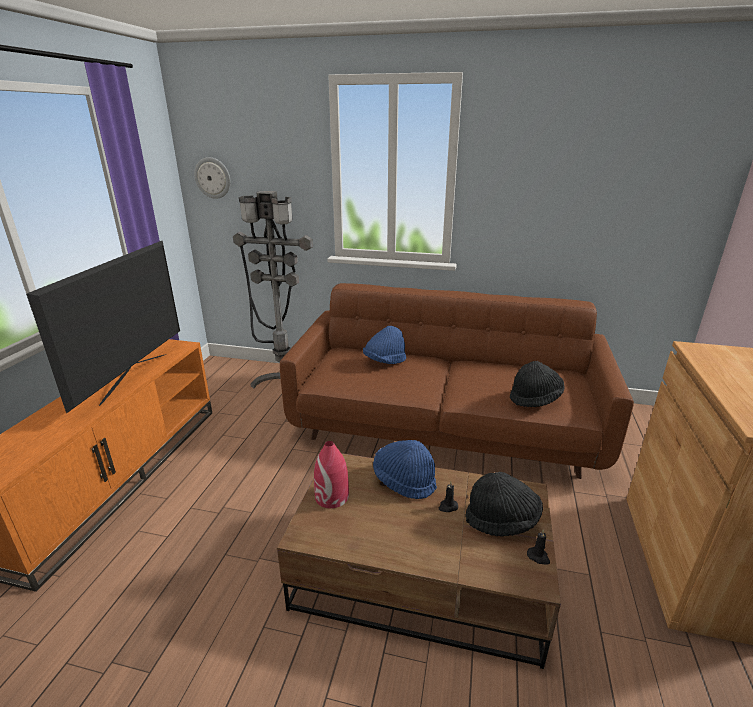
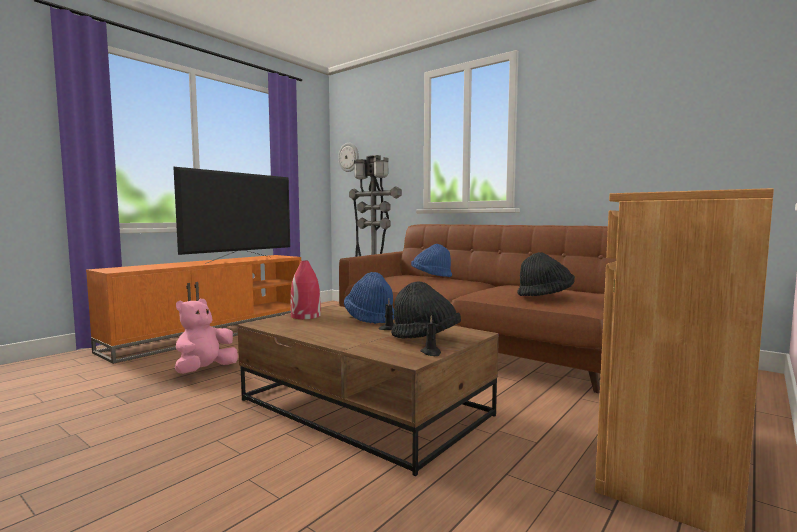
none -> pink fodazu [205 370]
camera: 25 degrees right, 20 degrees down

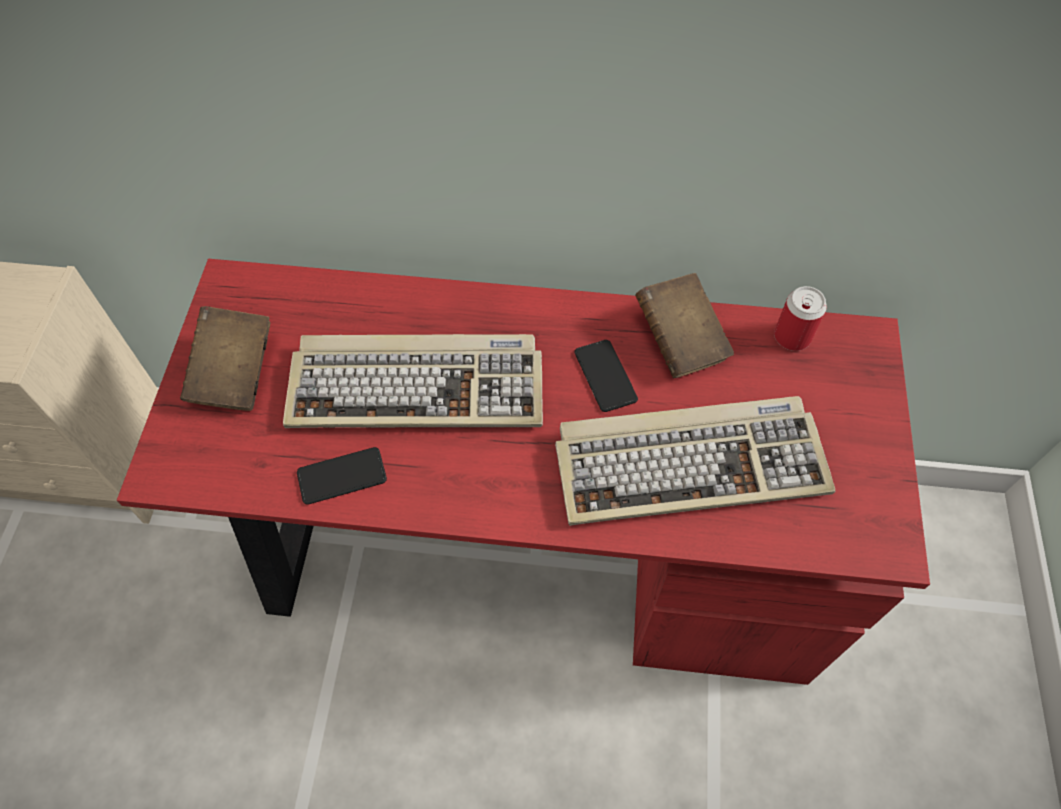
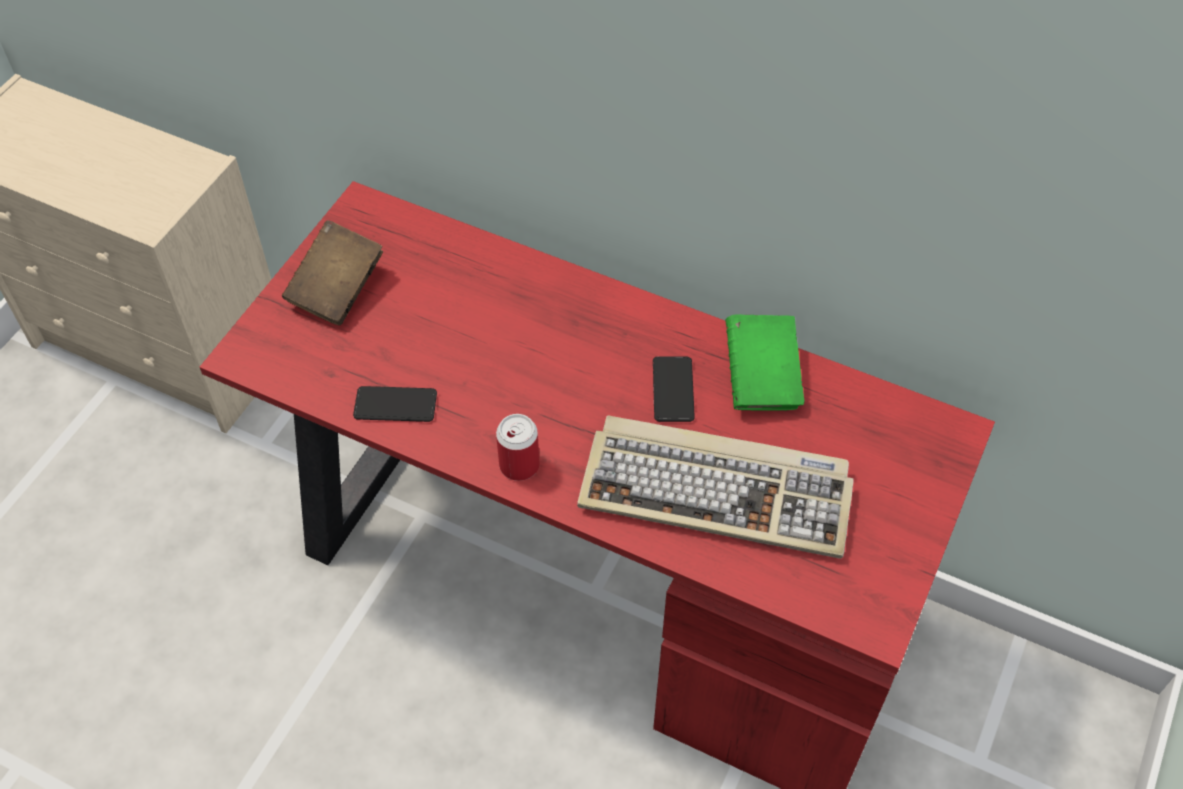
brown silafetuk [680 340] -> green silafetuk [761 378]
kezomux [792 336] -> kezomux [519 465], move
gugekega [419 386] -> none
camera: 20 degrees right, 5 degrees down

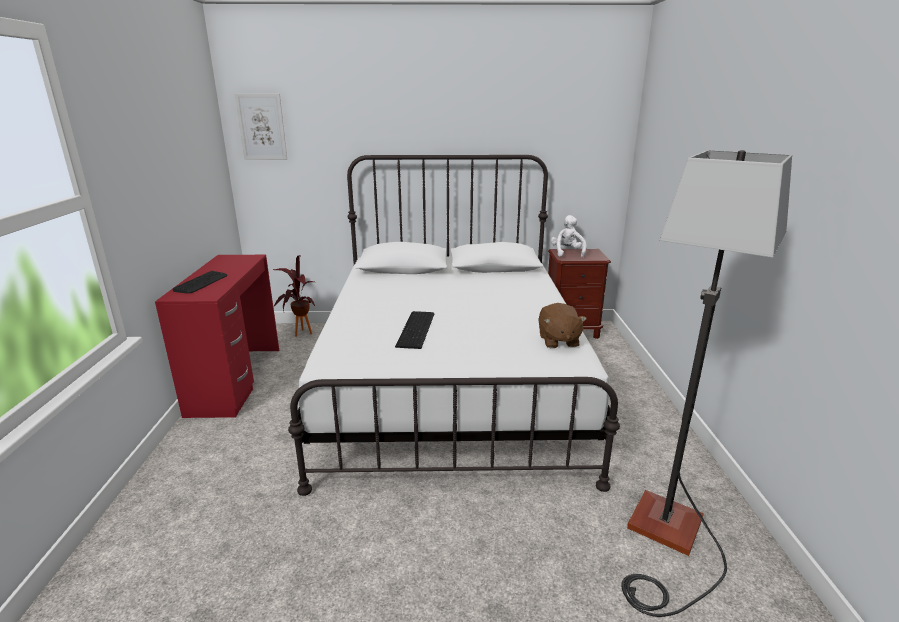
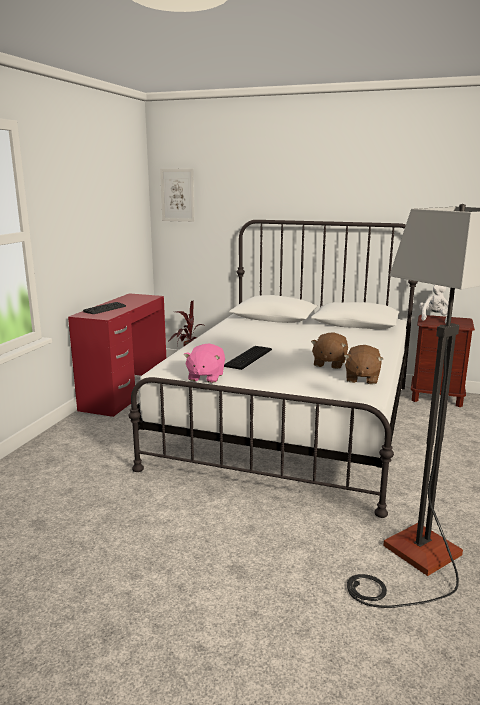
none -> brown fodazu [329 363]
none -> pink fodazu [205 377]
camera: 20 degrees right, 5 degrees down

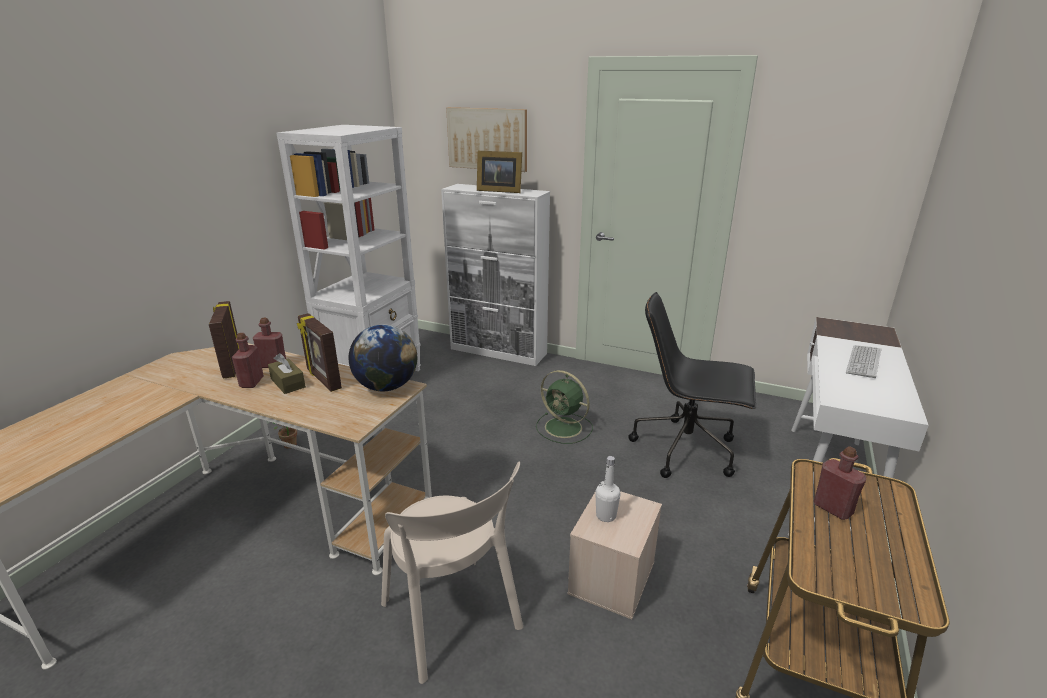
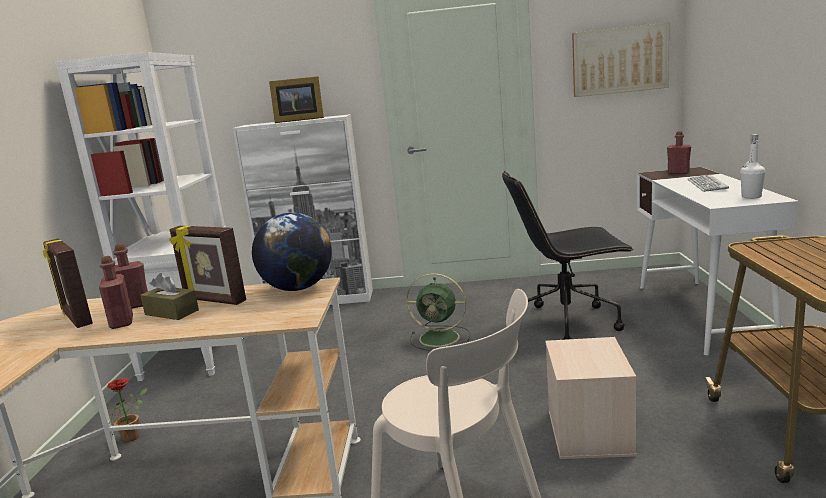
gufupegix [487 139] -> gufupegix [619 60], move
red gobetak [832 508] -> red gobetak [678 173], move
white gobetak [606 515] -> white gobetak [751 197], move
camera: 20 degrees left, 10 degrees down

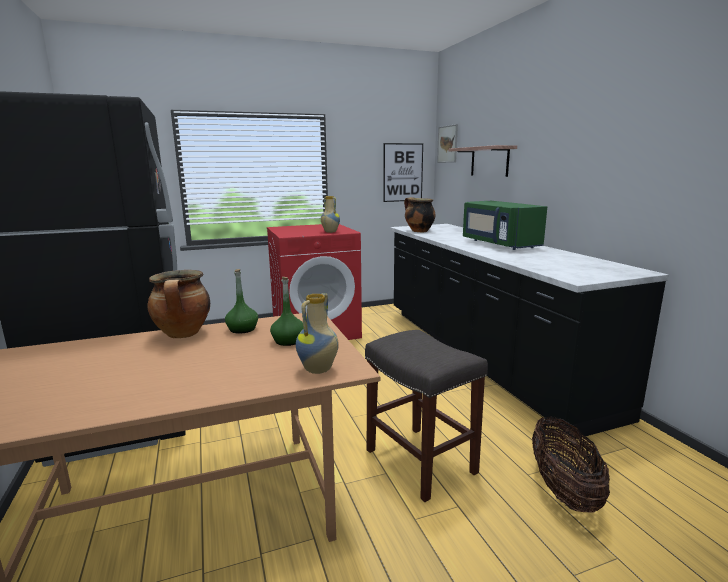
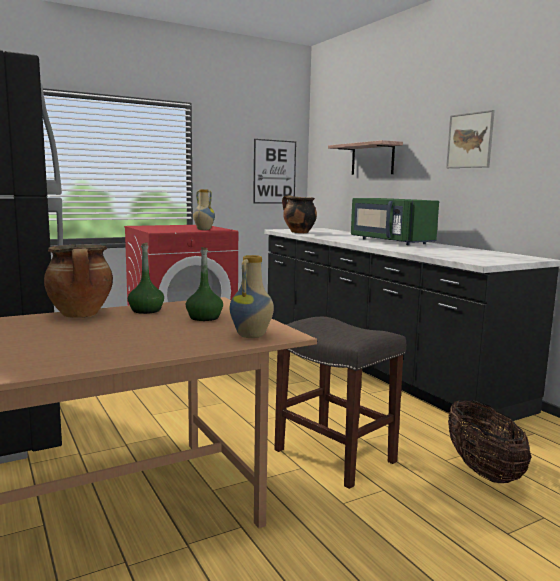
gufupegix [447 144] -> gufupegix [470 140], move
camera: 10 degrees left, 5 degrees down

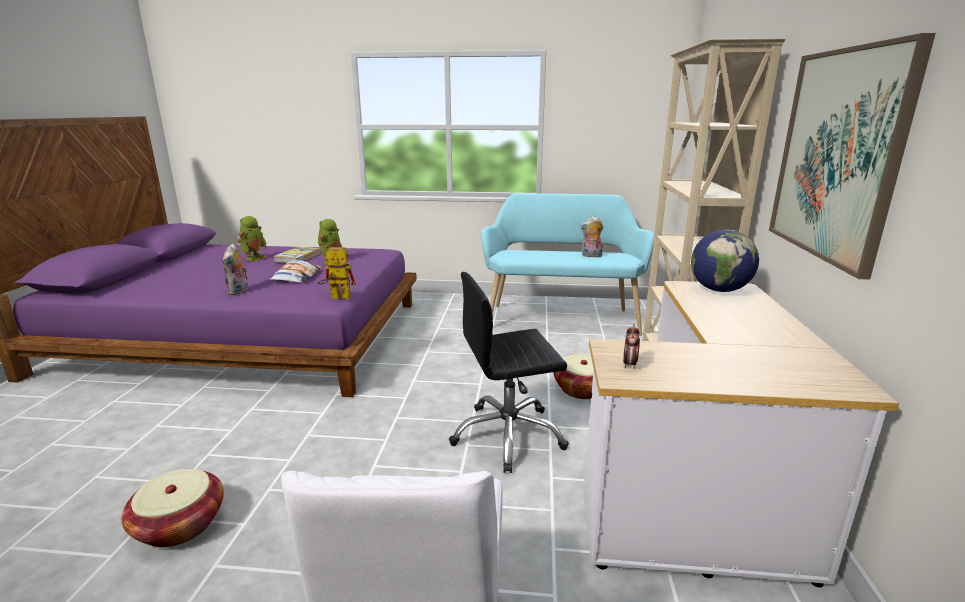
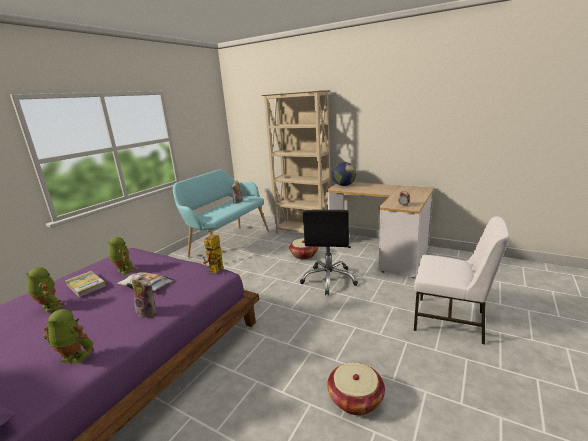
gufupegix [837 155] -> none
none -> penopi [74 358]
camera: 65 degrees left, 0 degrees up

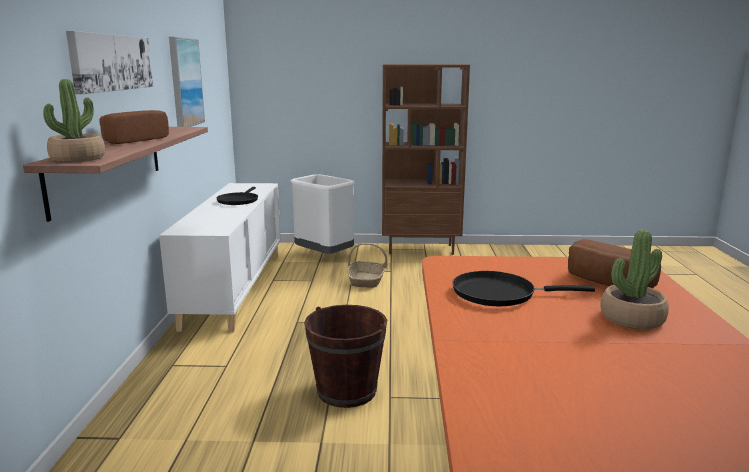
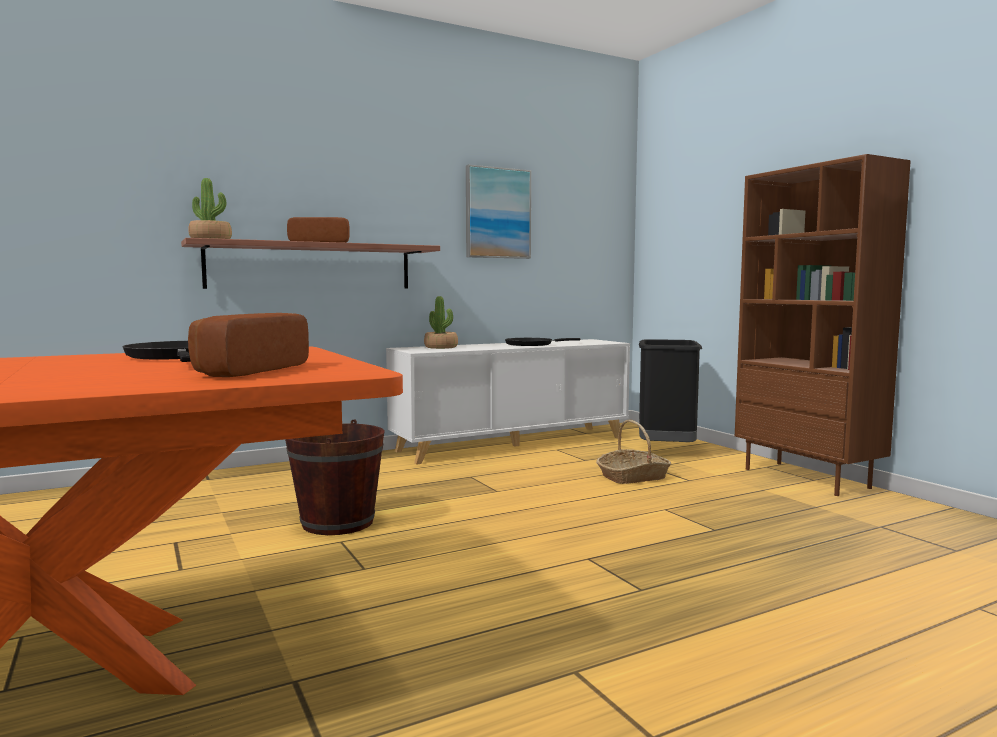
gufupegix [112 62] -> none
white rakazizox [324 256] -> black rakazizox [666 450]
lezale [632 318] -> lezale [441 347], move
camera: 60 degrees right, 10 degrees down

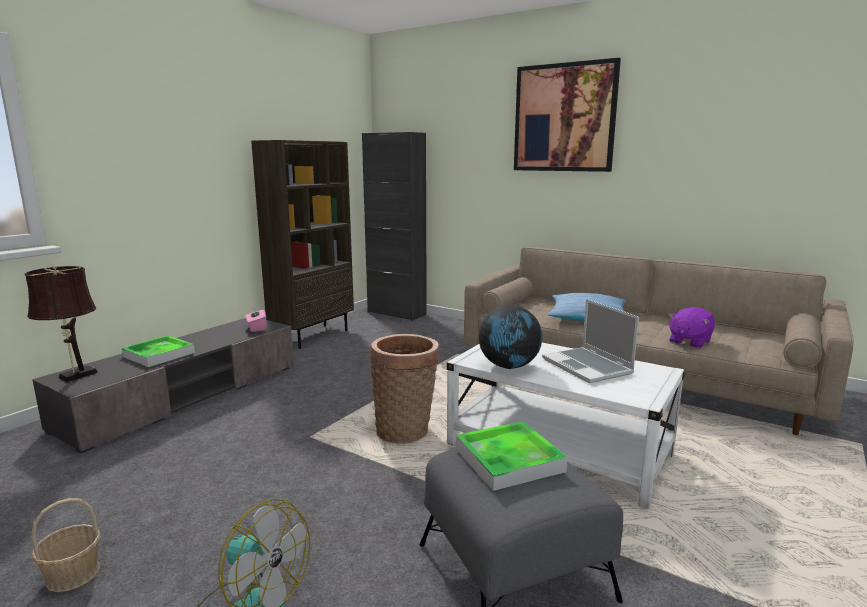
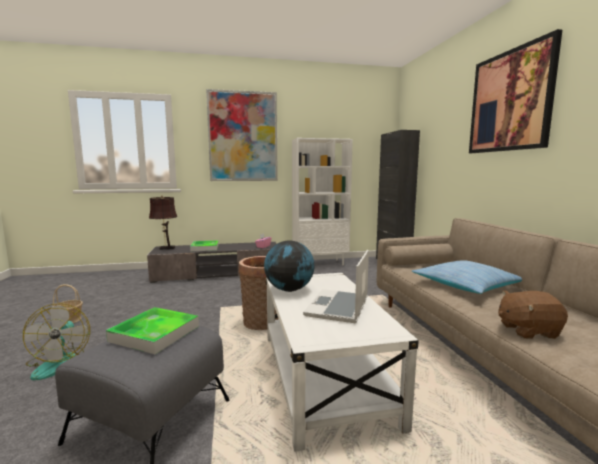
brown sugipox [313 336] -> white sugipox [320 263]
purple fodazu [689 342] -> brown fodazu [527 330]
none -> gufupegix [243 137]
camera: 45 degrees right, 5 degrees down

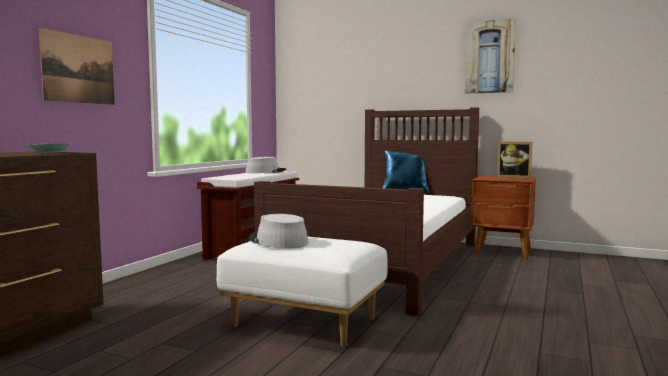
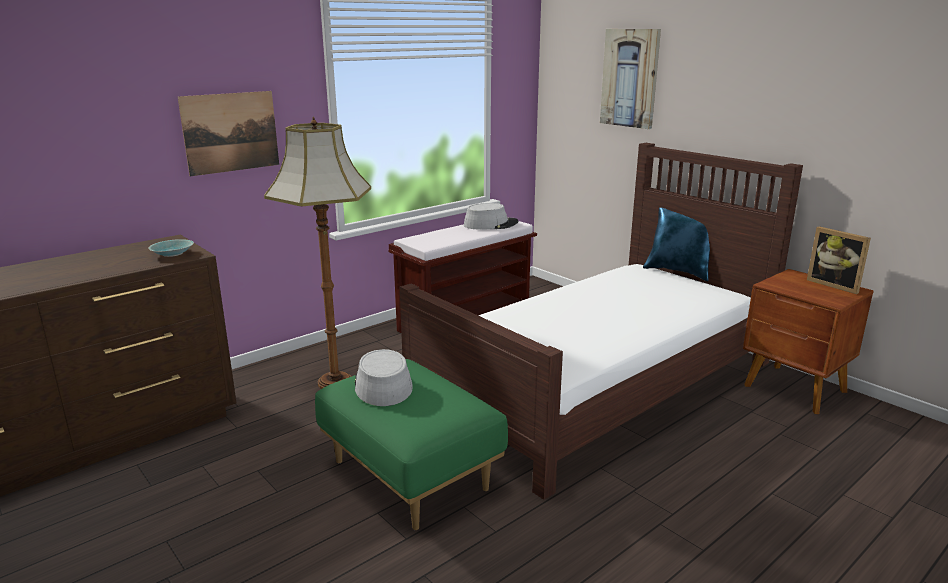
gufupegix [490 57] -> gufupegix [630 78], move
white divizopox [306 322] -> green divizopox [412 475]
none -> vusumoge [334 381]
camera: 25 degrees right, 15 degrees up

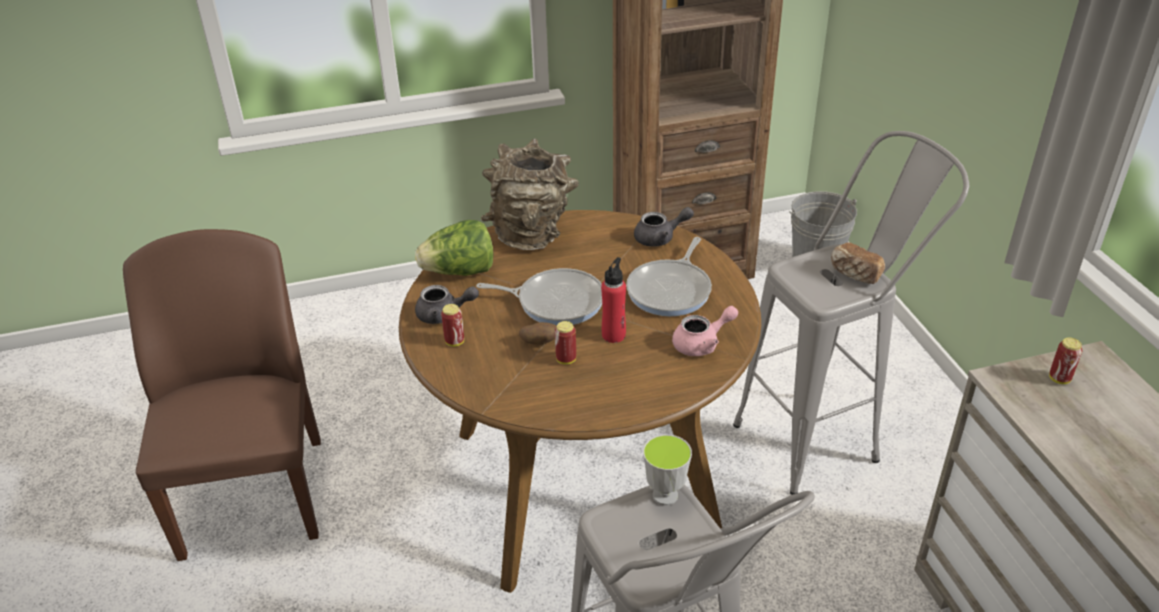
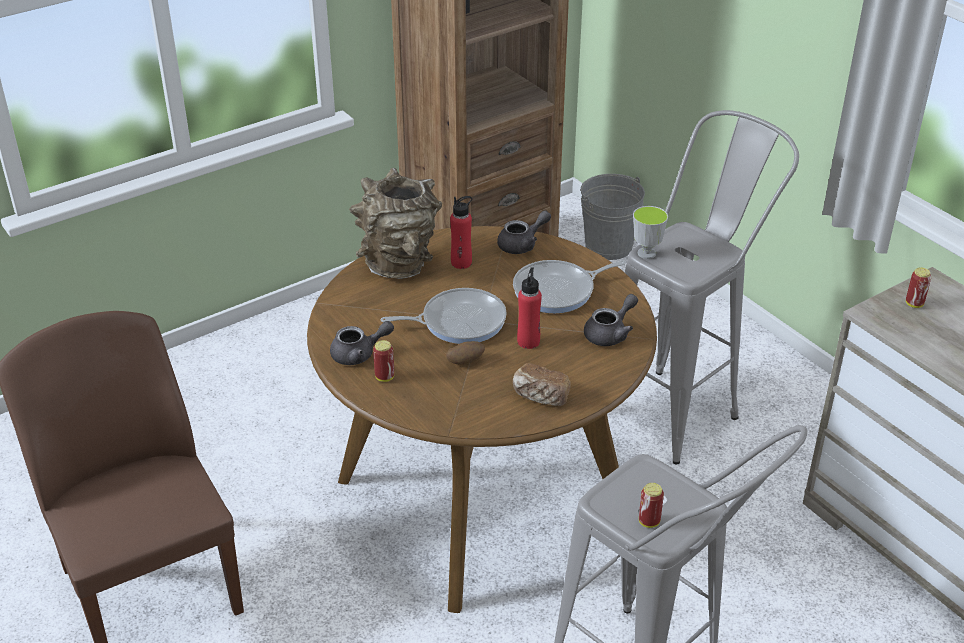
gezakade [460 272] -> none
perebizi [671 290] -> perebizi [558 291], 60 degrees clockwise
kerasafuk [855 274] -> kerasafuk [540 397], move
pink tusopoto [702 344] -> grey tusopoto [610 333]
kezomux [566 360] -> kezomux [649 522], move
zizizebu [665 495] -> zizizebu [646 253], move
none -> red gobetak [461 263]
camera: 20 degrees left, 0 degrees up

